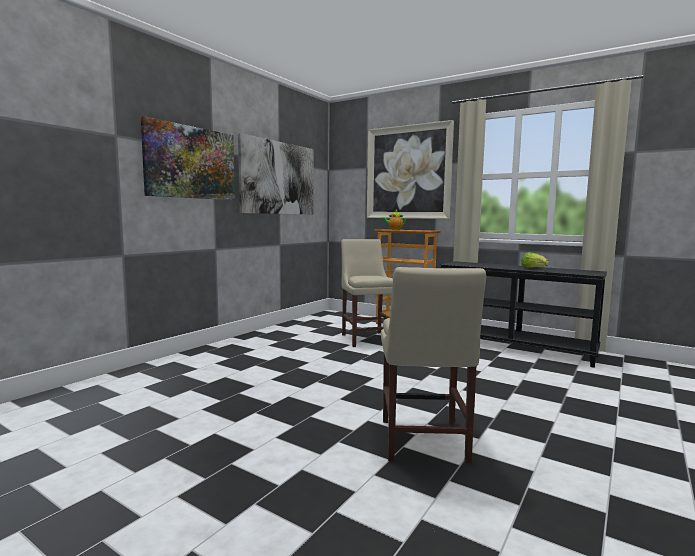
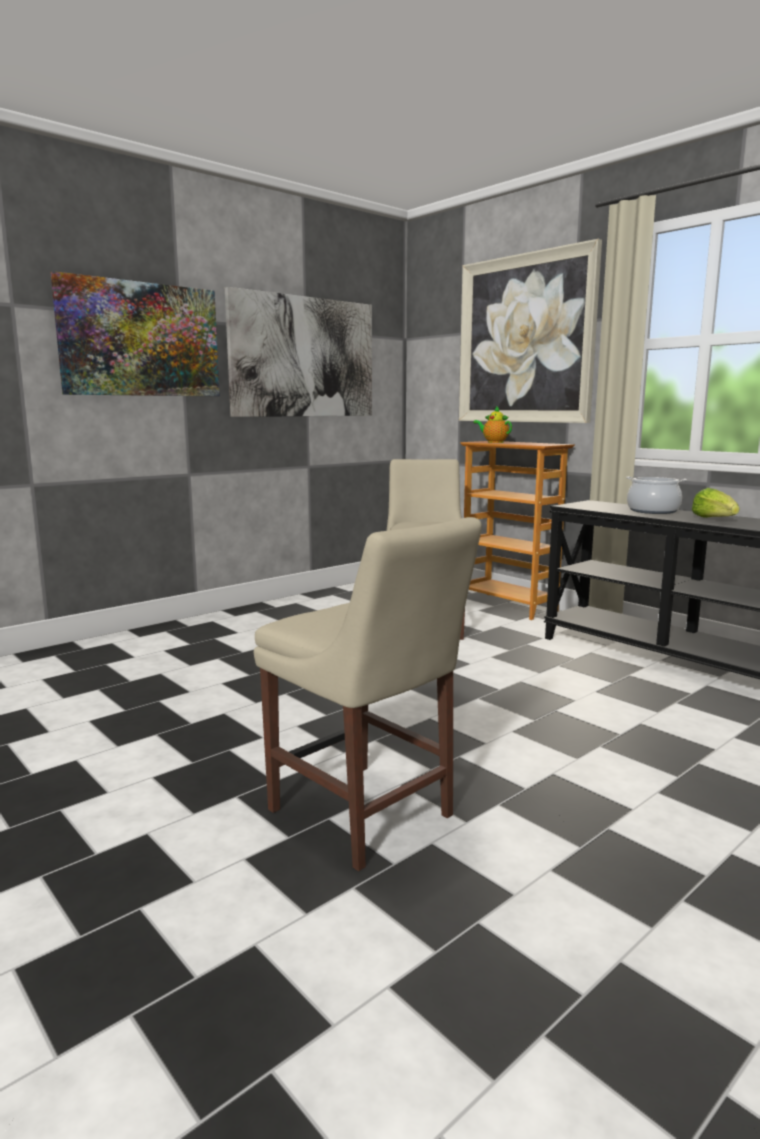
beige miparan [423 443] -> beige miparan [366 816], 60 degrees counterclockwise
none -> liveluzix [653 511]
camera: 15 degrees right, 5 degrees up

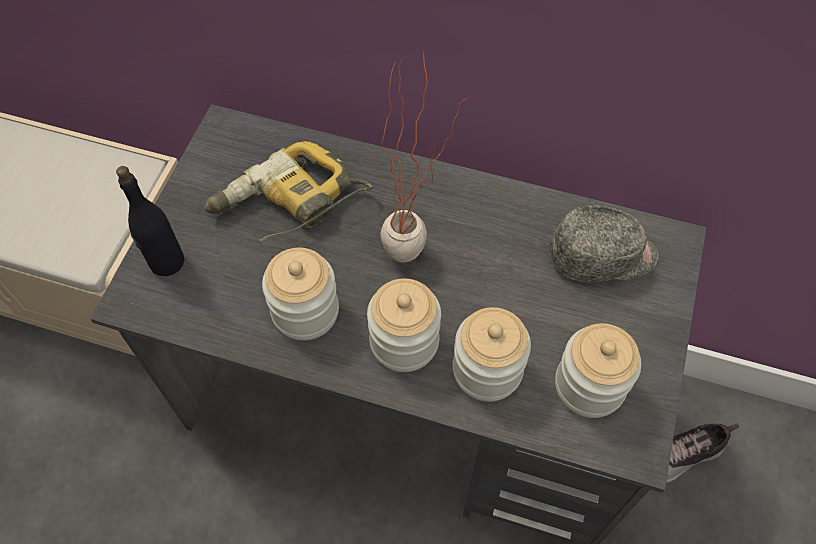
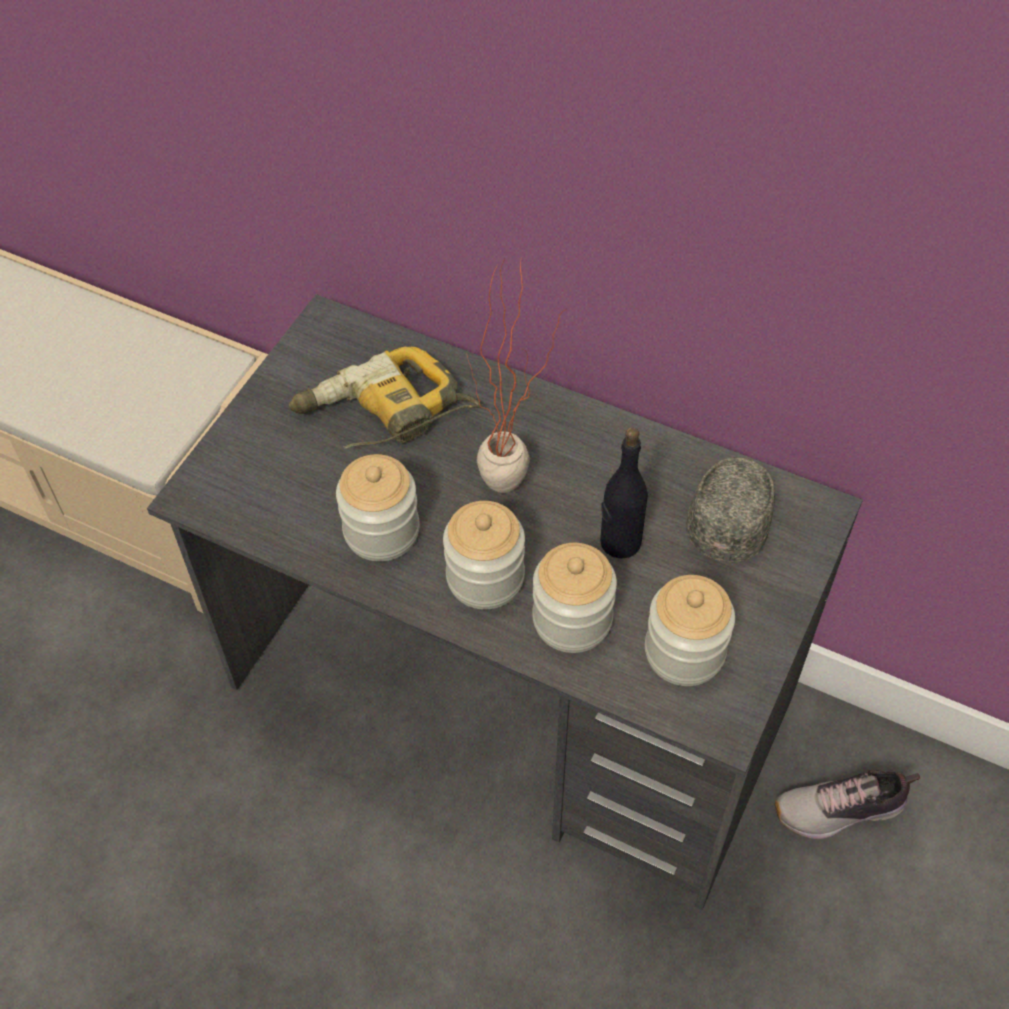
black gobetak [166 262] -> black gobetak [619 542], move
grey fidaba [602 256] -> grey fidaba [731 516], 75 degrees counterclockwise
camera: 10 degrees right, 5 degrees down

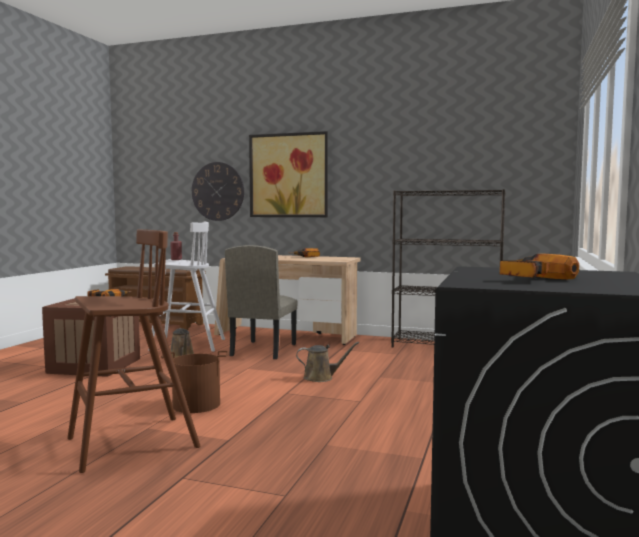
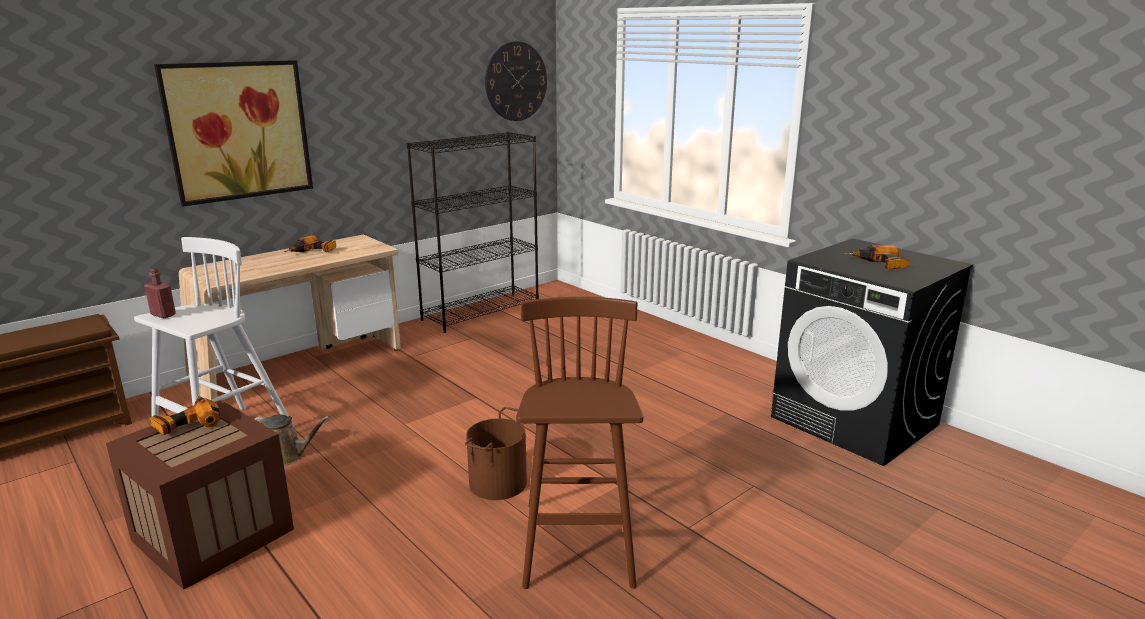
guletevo [218 191] -> guletevo [516 81], move
beige miparan [263 350] -> none
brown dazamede [321 377] -> none
camera: 60 degrees left, 15 degrees up

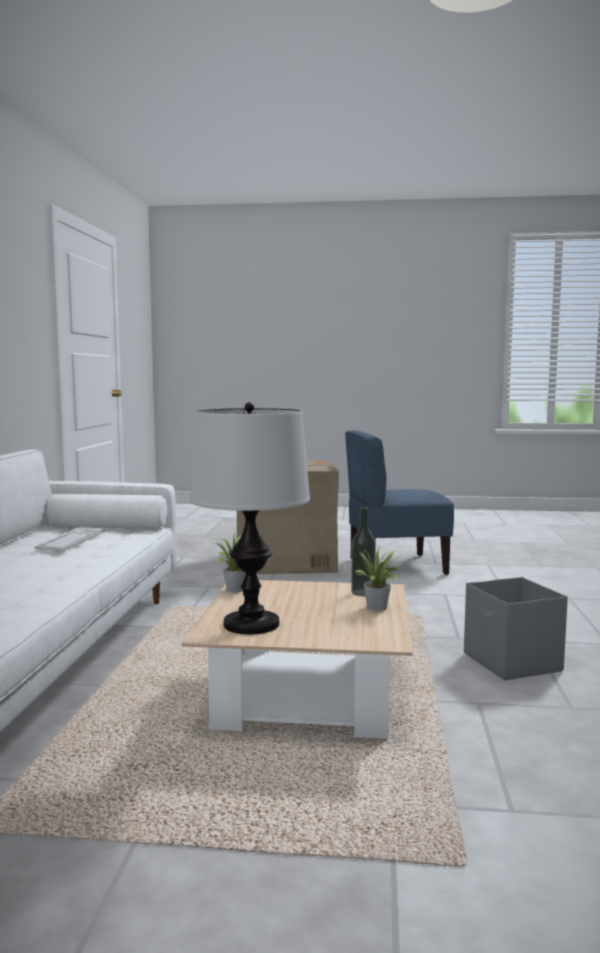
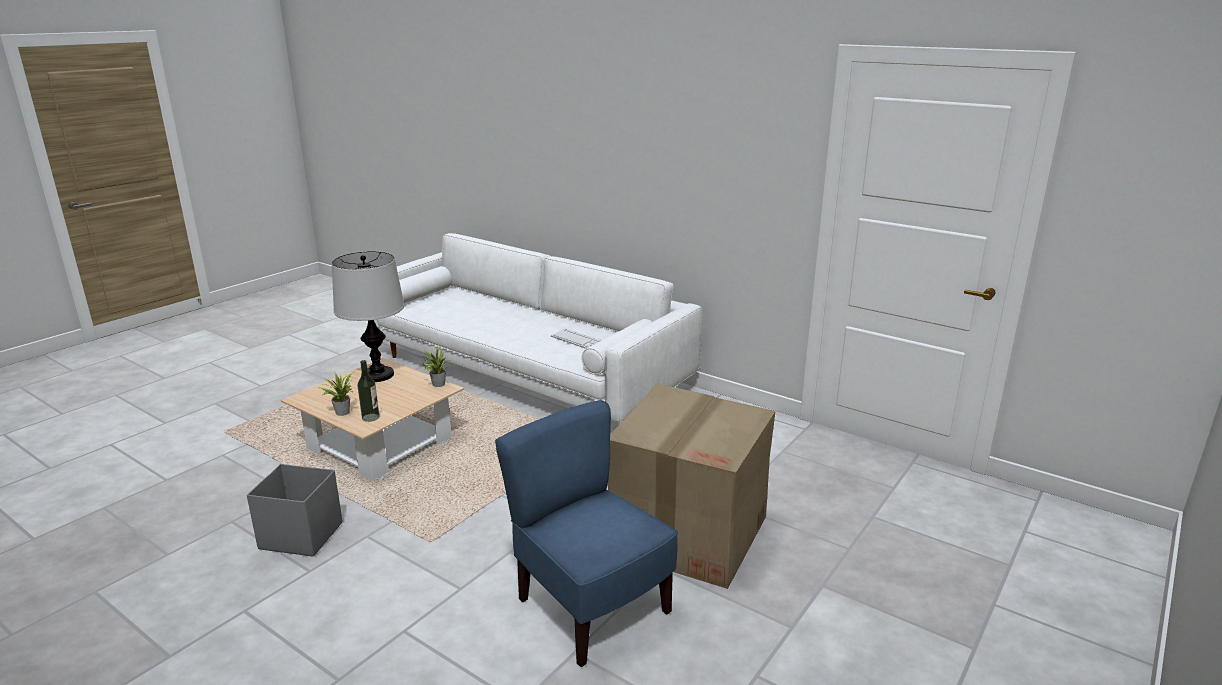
blue miparan [396 566] -> blue miparan [591 608], 60 degrees counterclockwise
camera: 120 degrees right, 15 degrees up

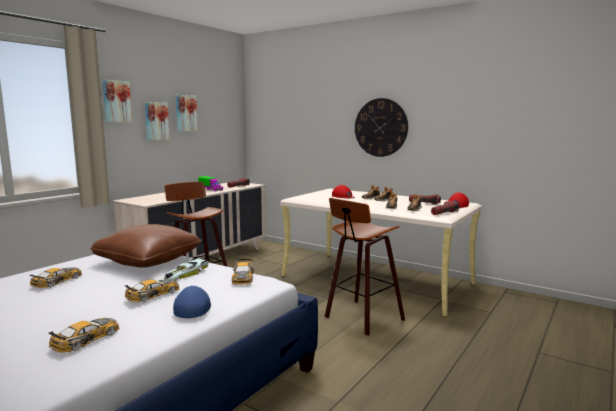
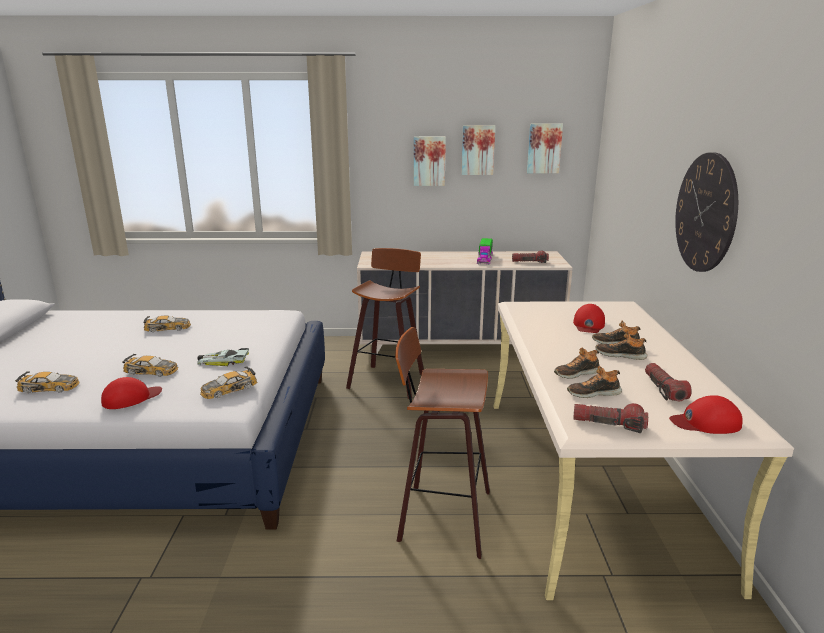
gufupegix [116 101] -> gufupegix [544 148], move
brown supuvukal [148 260] -> none
blue fidaba [193 307] -> red fidaba [131 398]
camera: 55 degrees right, 10 degrees up

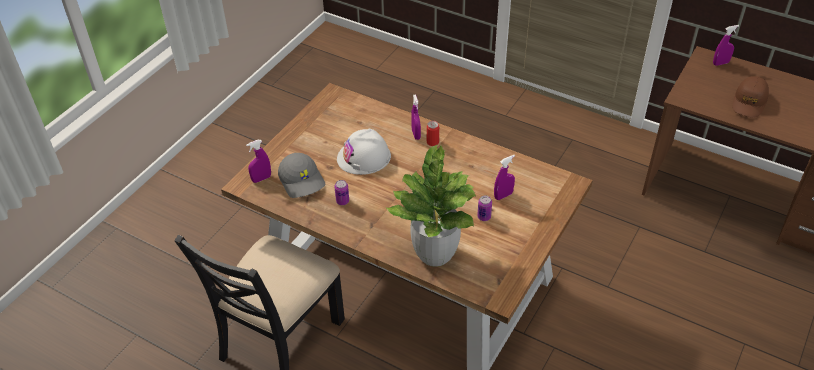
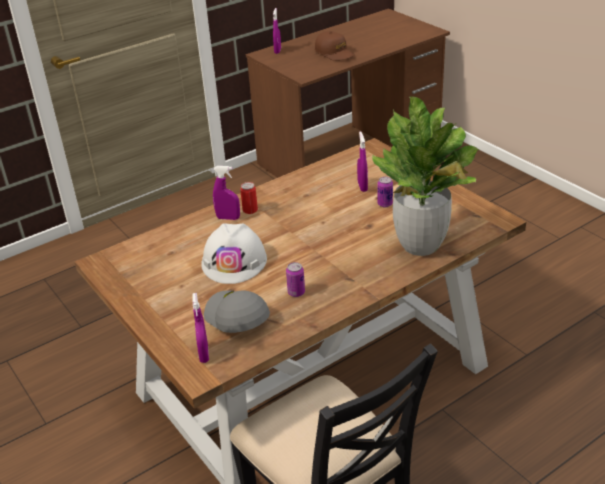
grey fidaba [302 180] -> grey fidaba [236 318], 120 degrees counterclockwise
camera: 65 degrees left, 10 degrees down

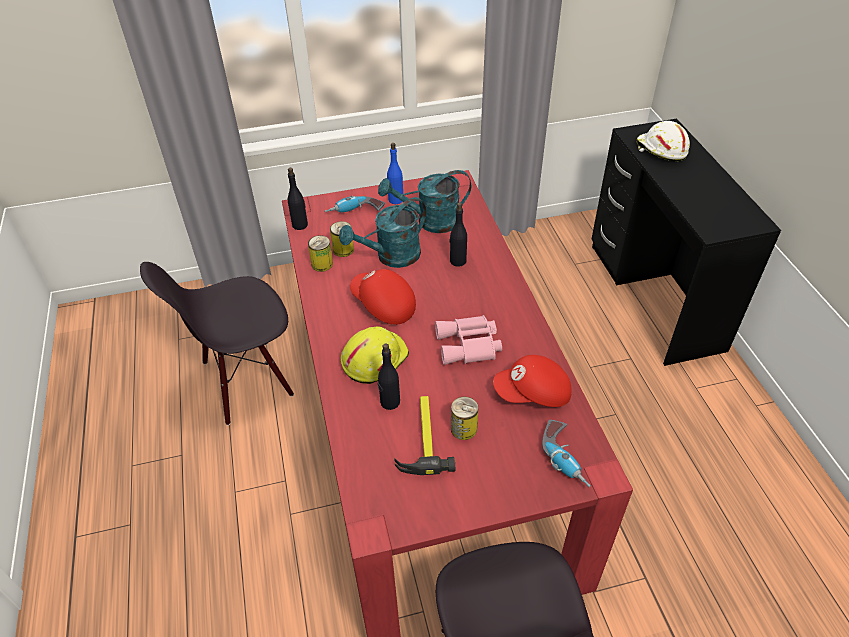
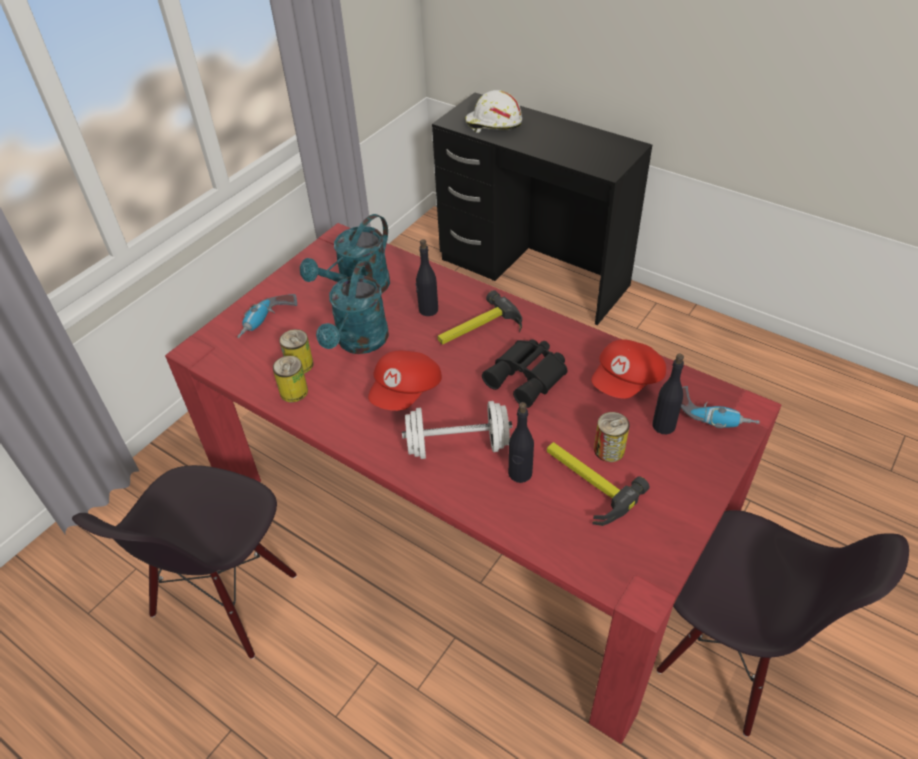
blue gobetak [395 199] -> none
black gobetak [300 225] -> black gobetak [663 425], move
red fidaba [383 305] -> red fidaba [406 392], 60 degrees counterclockwise
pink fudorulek [469 346] -> black fudorulek [528 377]
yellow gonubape [374 359] -> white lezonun [457 446]
none -> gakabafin [478 329]
camera: 40 degrees left, 0 degrees up

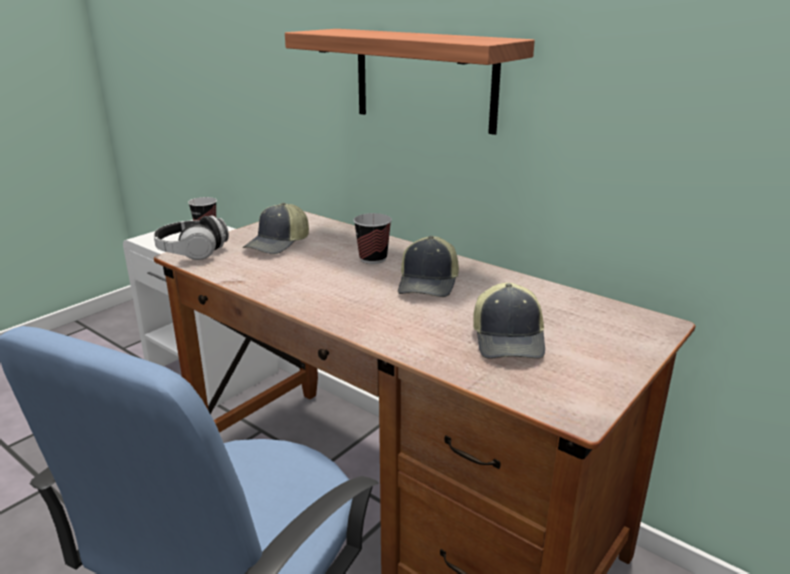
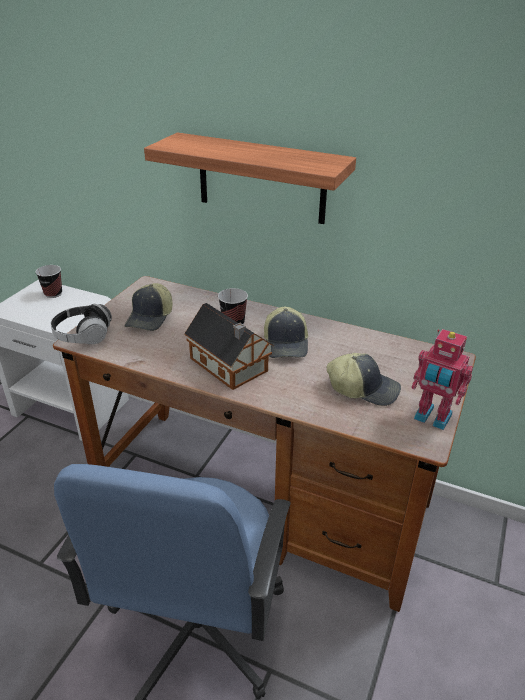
fidaba [509 340] -> fidaba [363 388], 60 degrees counterclockwise
none -> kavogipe [230 366]
none -> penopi [432 418]
camera: 15 degrees left, 10 degrees up

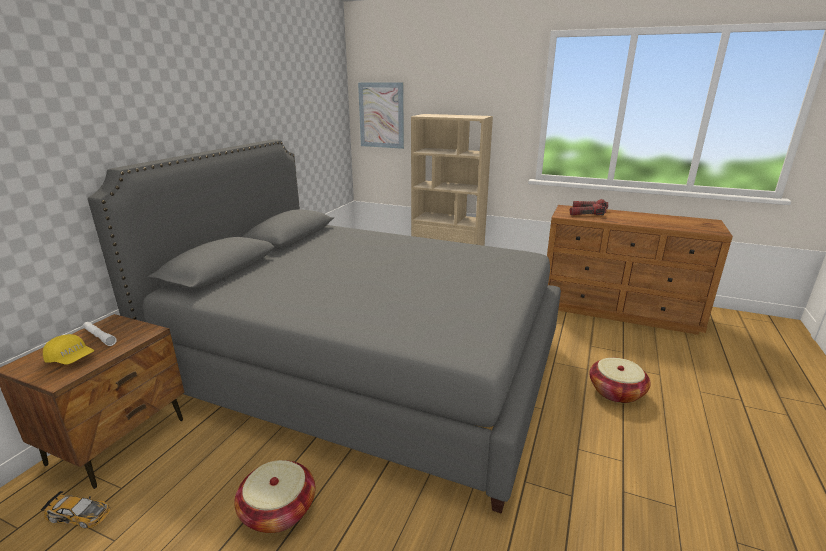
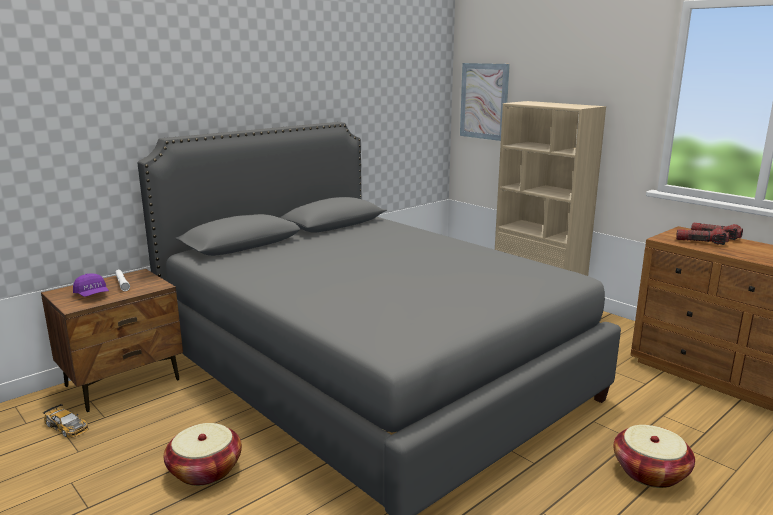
yellow fidaba [71 359] -> purple fidaba [92 295]
camera: 25 degrees right, 5 degrees down

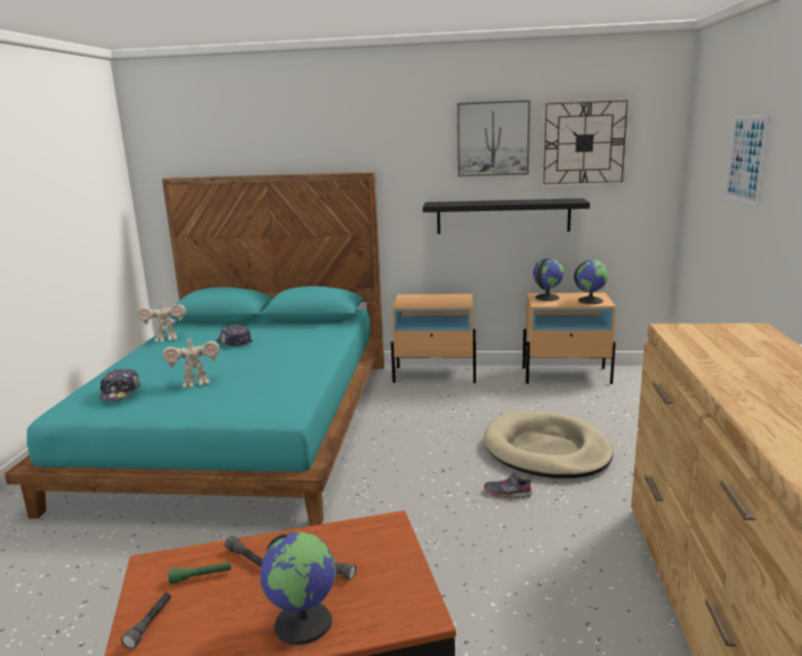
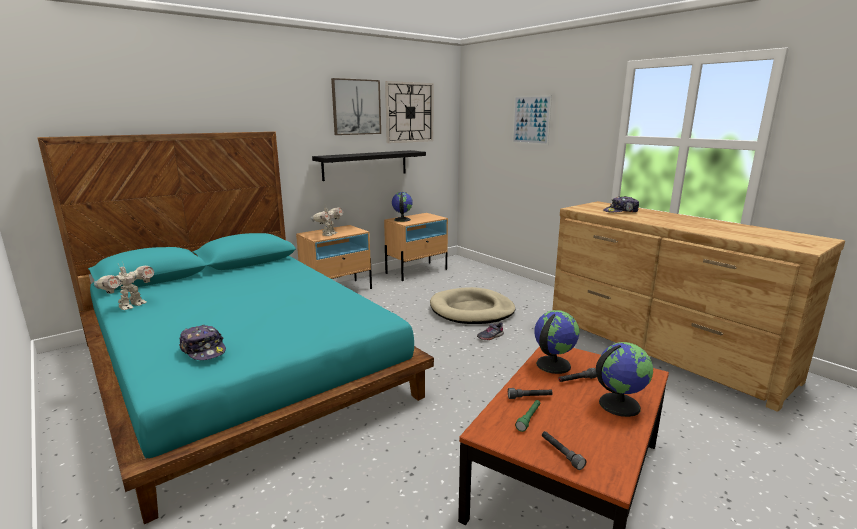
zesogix [590 300] -> zesogix [552 364], move
fidaba [234 342] -> fidaba [621 211], move
penopi [195 383] -> penopi [328 234], move
camera: 45 degrees left, 0 degrees up

